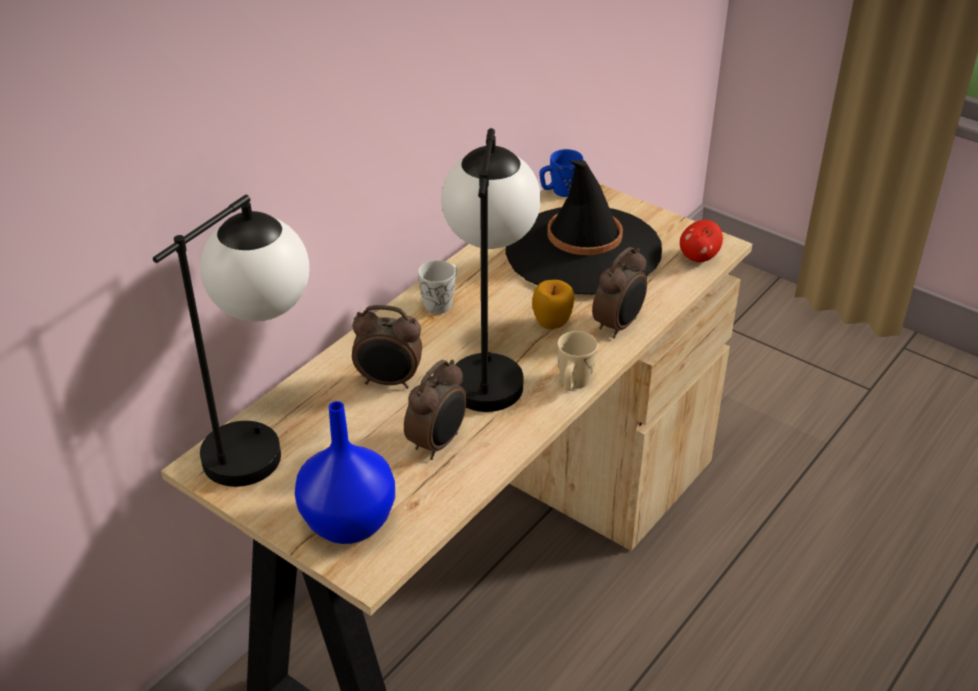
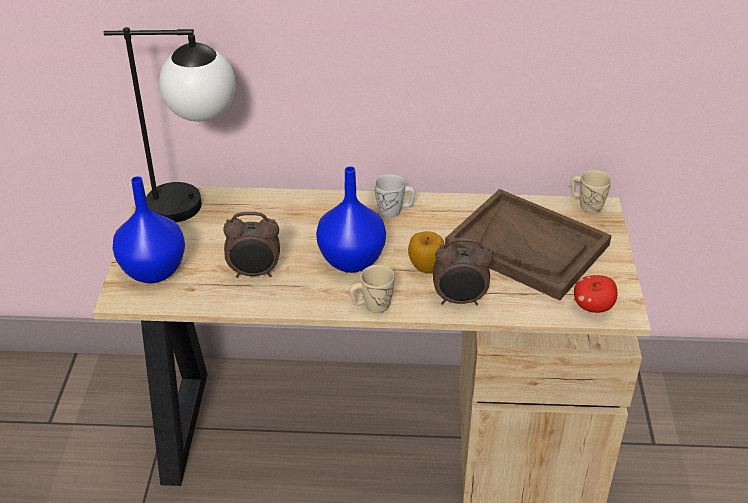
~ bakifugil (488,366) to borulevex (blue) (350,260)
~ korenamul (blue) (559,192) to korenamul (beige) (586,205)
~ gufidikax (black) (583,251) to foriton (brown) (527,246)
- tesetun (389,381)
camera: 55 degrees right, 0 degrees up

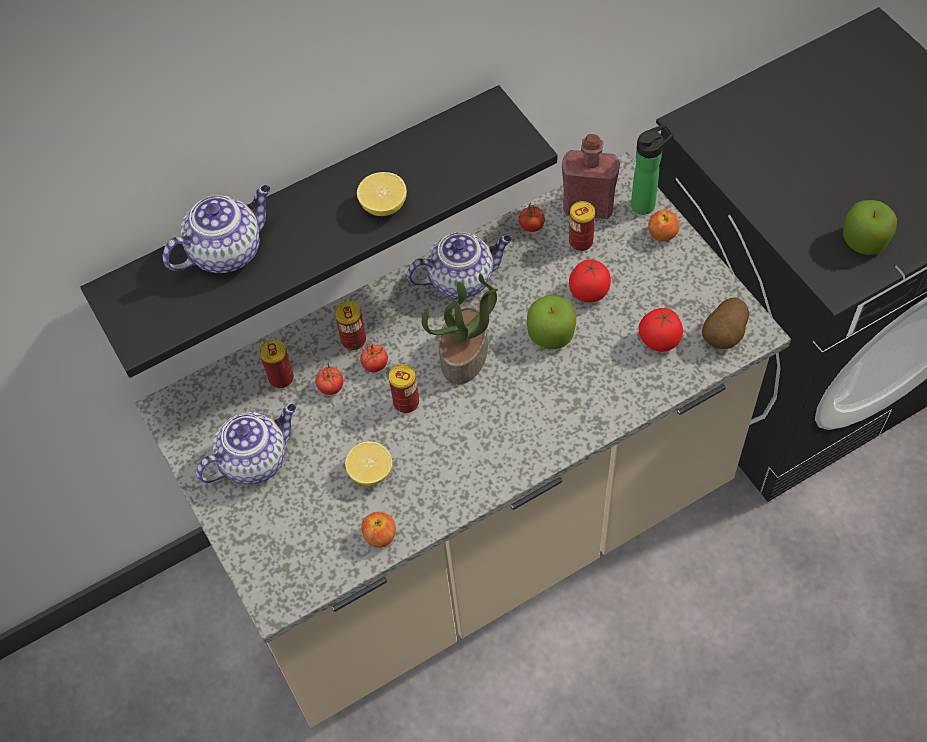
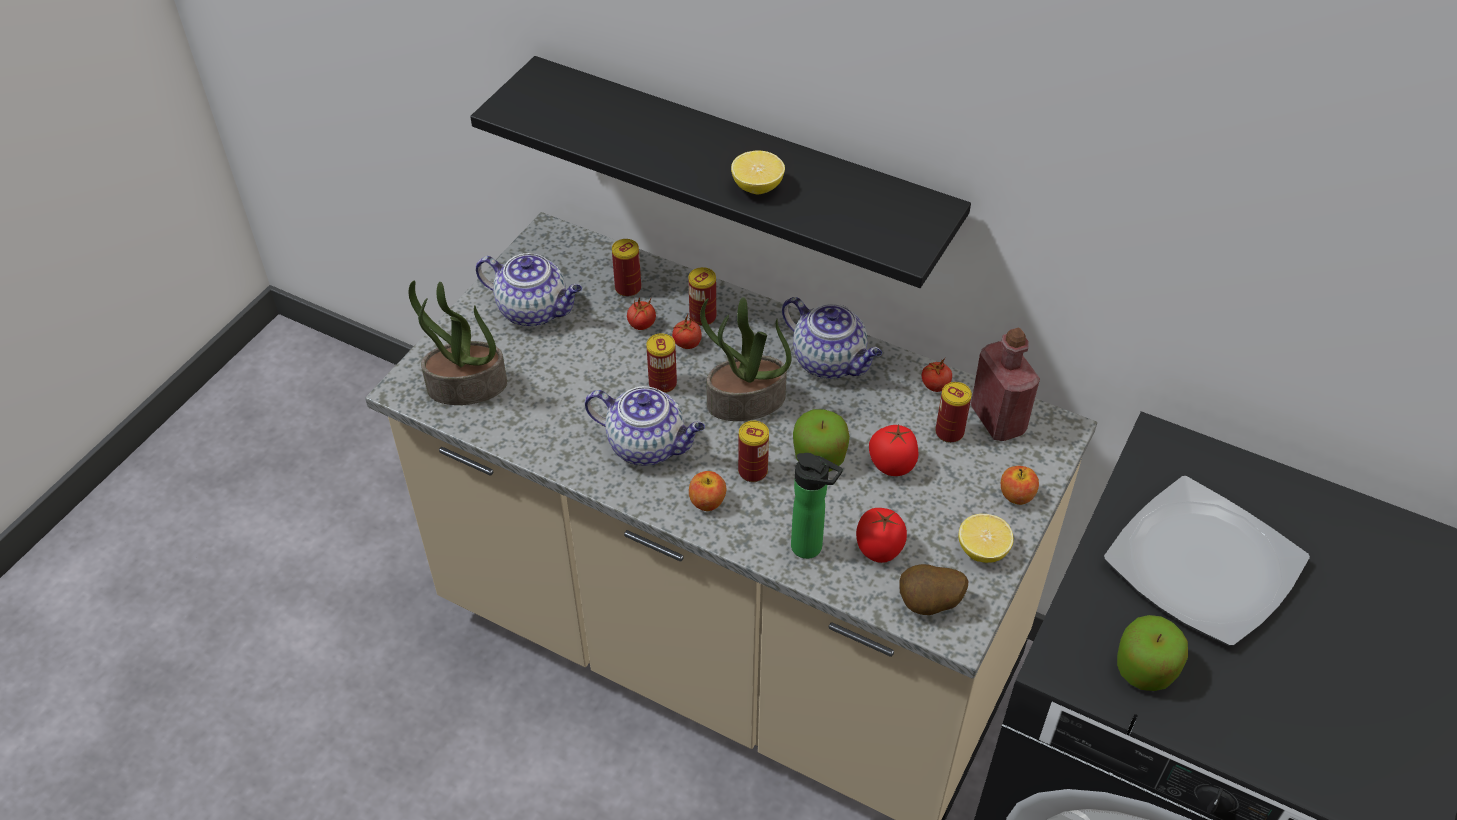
~ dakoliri (646,203) to (811,548)
~ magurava (227,251) to (648,445)
~ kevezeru (370,472) to (982,550)
~ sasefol (380,536) to (707,502)
+ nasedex (466,387)
+ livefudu (753,471)
+ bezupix (1203,566)
camera: 55 degrees right, 10 degrees down

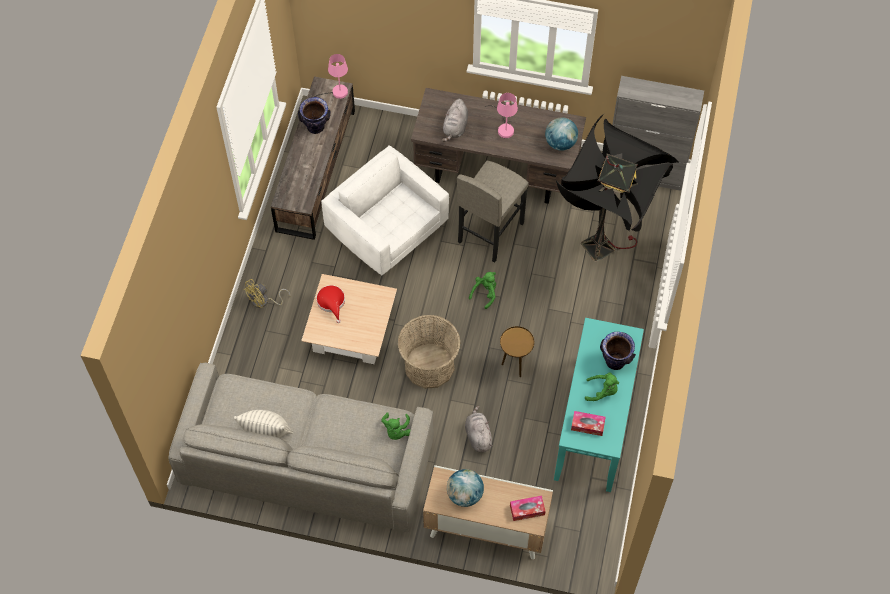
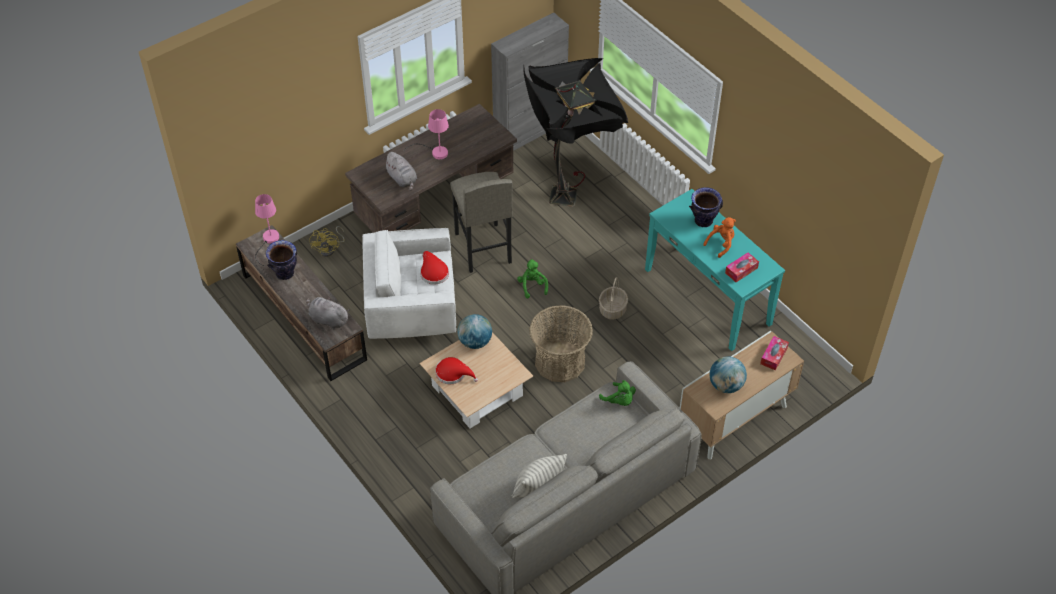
~ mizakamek (560,143) to (475,342)
~ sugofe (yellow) (264,301) to (329,249)
~ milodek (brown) (515,365) to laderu (613,310)
~ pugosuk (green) (602,391) to pugosuk (orange) (721,244)
~ pugosuk (grey) (478,435) to (328,319)
+ gufidikax (red) (433,272)
camera: 50 degrees left, 10 degrees down

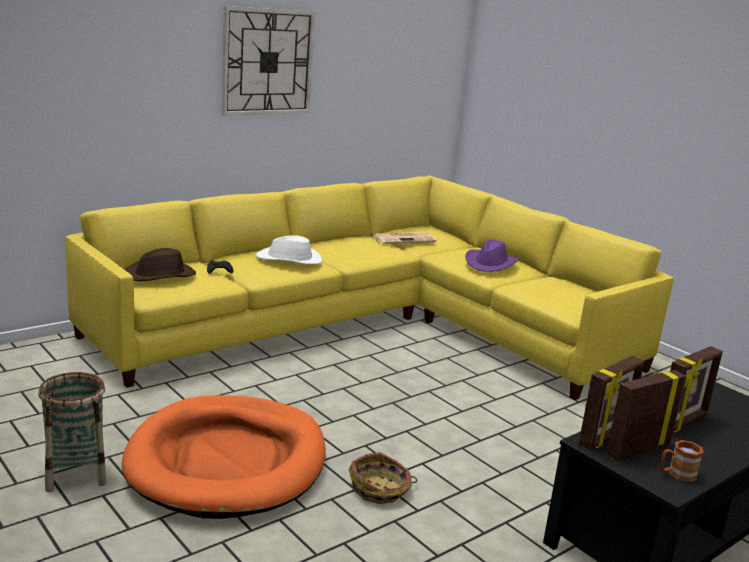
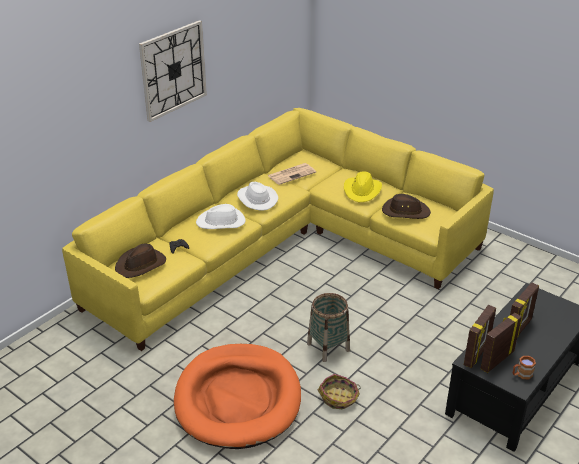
~ gufidikax (purple) (490,264) to gufidikax (yellow) (362,191)
~ laderu (76,473) to (328,347)
+ gufidikax (white) (256,199)
+ gufidikax (brown) (405,211)
camera: 10 degrees left, 15 degrees up

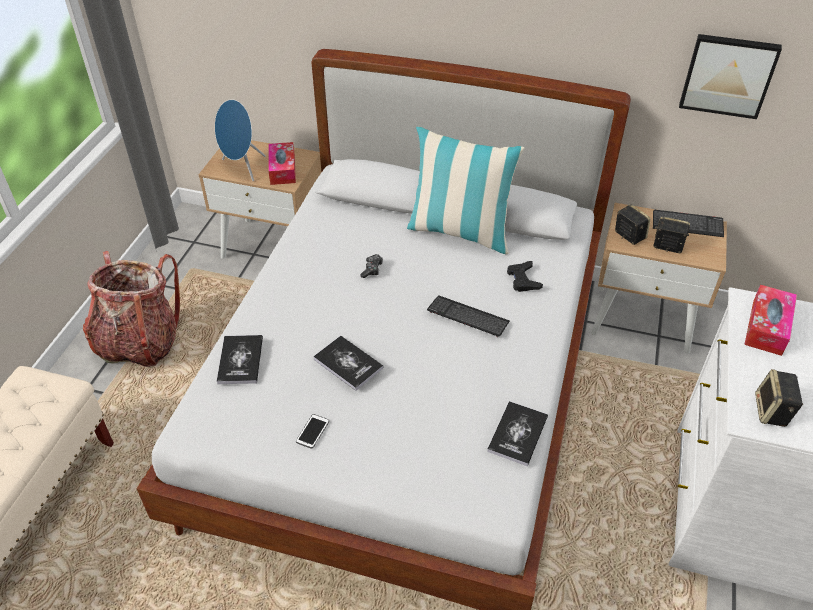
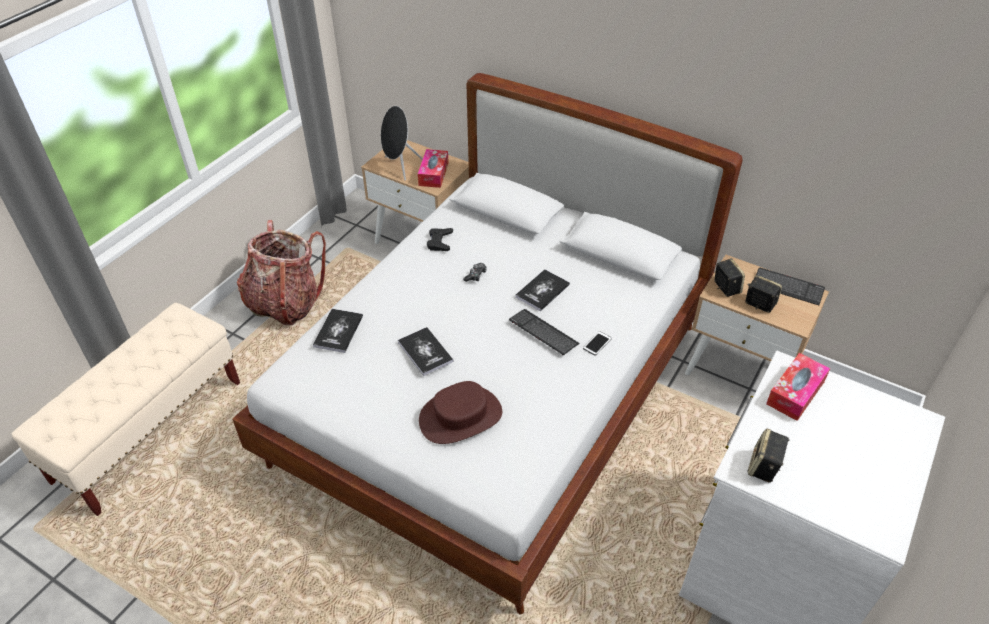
- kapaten (728,75)
~ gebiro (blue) (242,168) to gebiro (black) (400,167)
- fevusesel (460,232)
~ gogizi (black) (523,280) to (439,242)
~ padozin (517,434) to (542,291)
~ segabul (312,431) to (597,344)
+ gufidikax (brown) (460,417)
camera: 15 degrees right, 0 degrees up

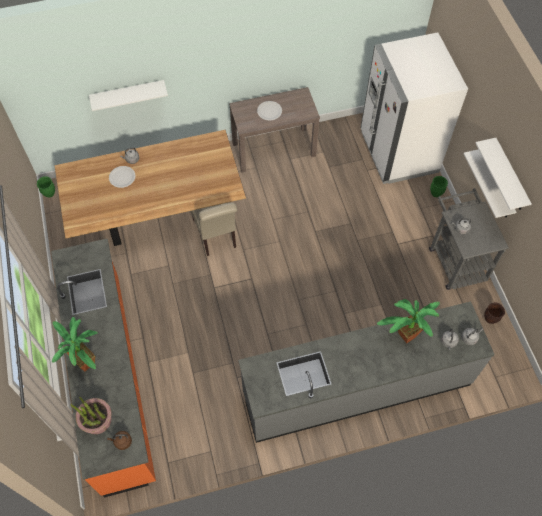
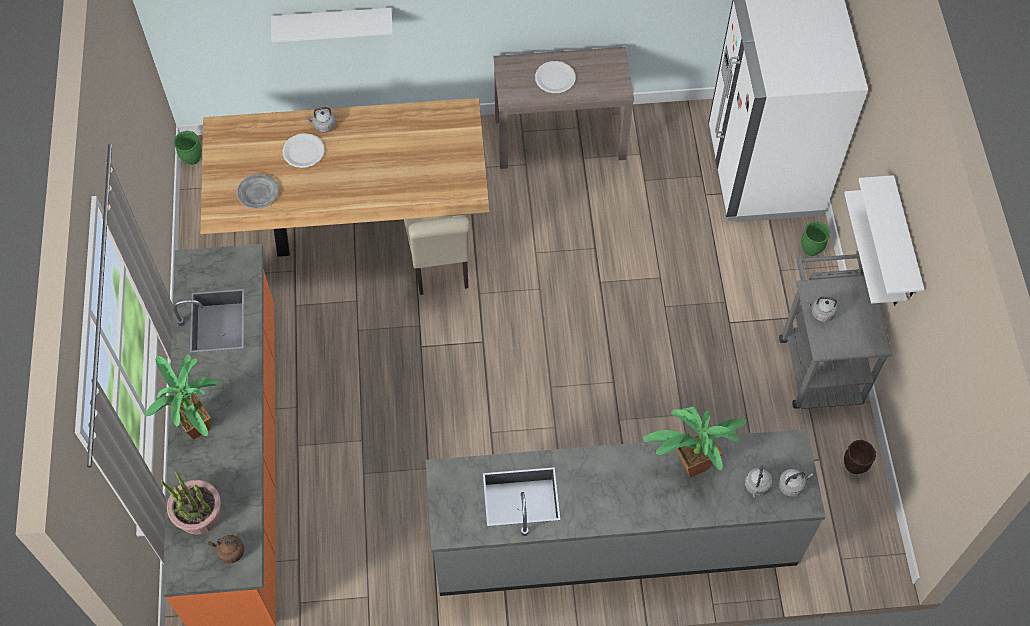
+ bezupix (grey) (258,193)
camera: 10 degrees right, 0 degrees up

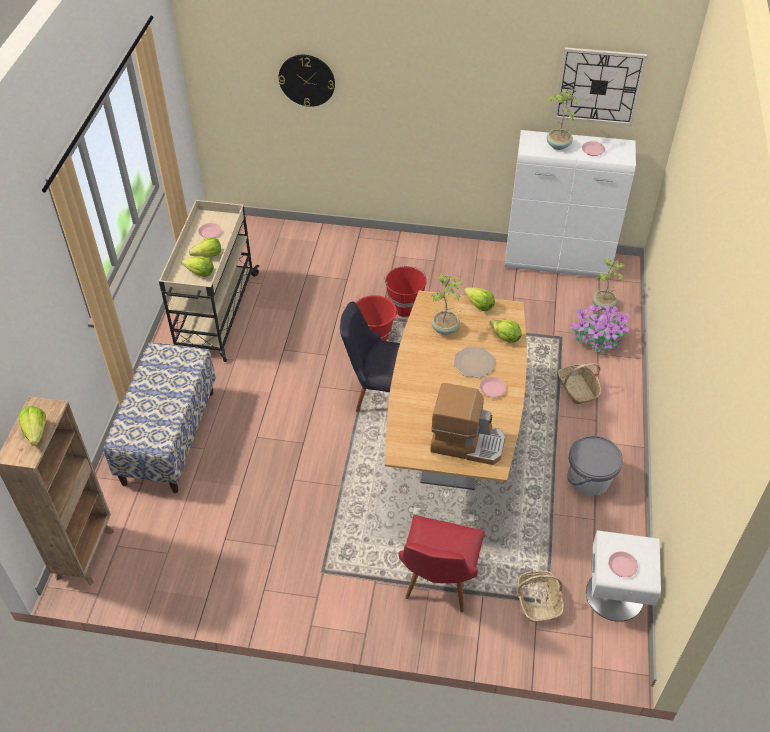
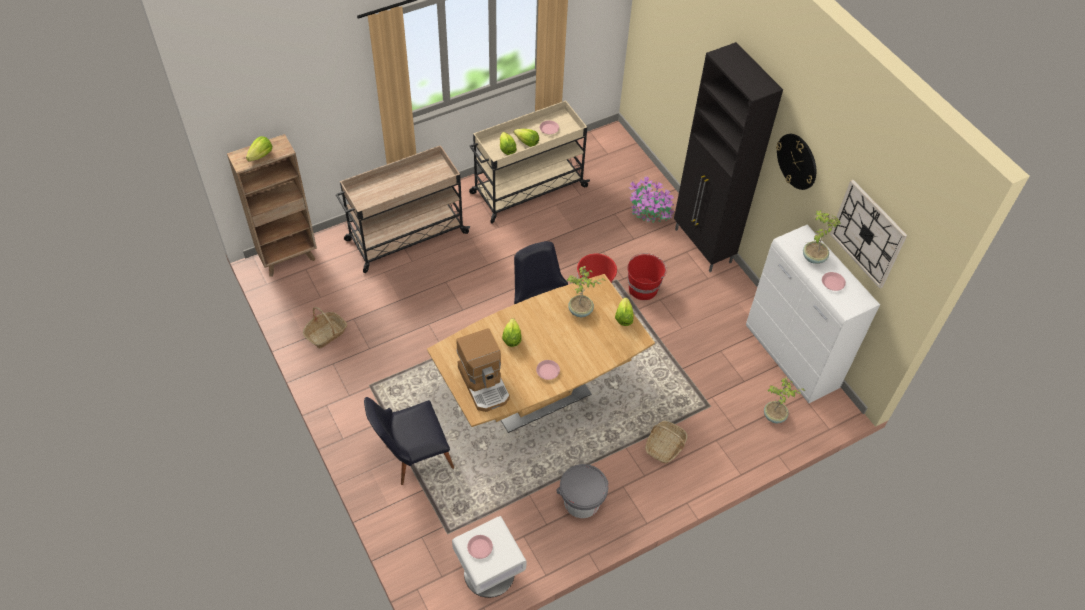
~ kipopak (307,80) to (797,161)
~ nasedex (598,340) to (649,211)
~ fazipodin (505,338) to (511,339)
~ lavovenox (168,436) to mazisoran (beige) (405,237)
- bezupix (473,363)
~ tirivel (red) (438,584) to tirivel (black) (412,457)
~ laderu (538,601) to (326,334)
+ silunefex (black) (703,246)
camera: 50 degrees right, 5 degrees up

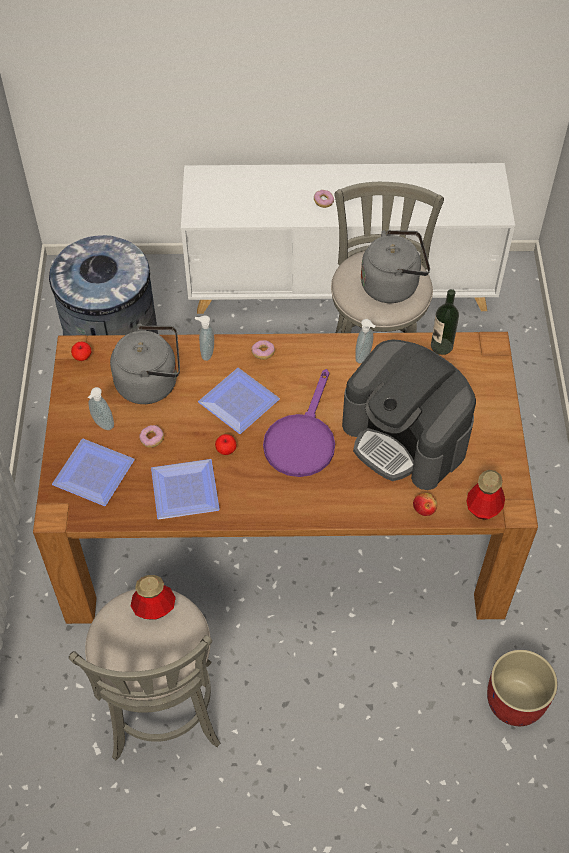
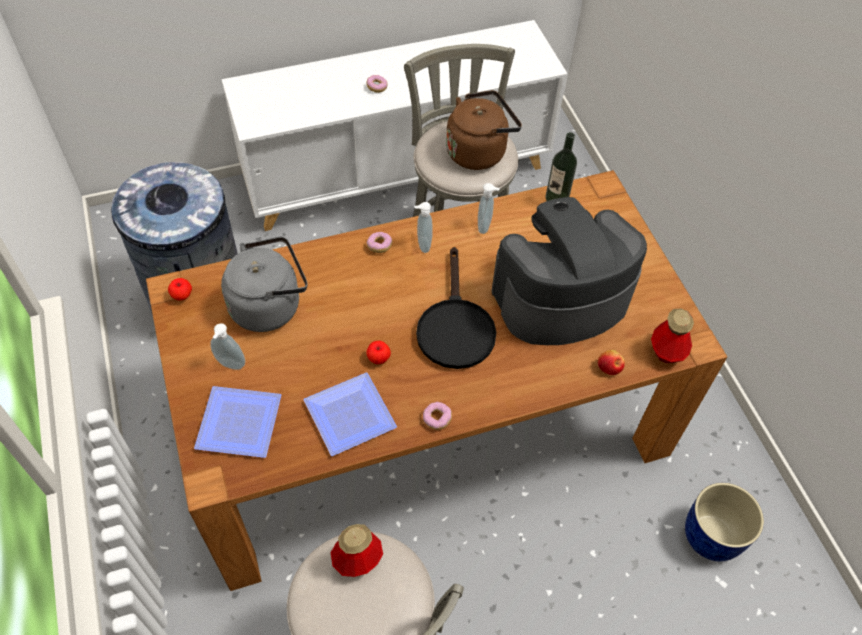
~ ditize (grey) (393,285) to ditize (brown) (479,151)
~ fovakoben (206,353) to (422,245)
~ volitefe (405,437) = (560,298) 135 degrees clockwise
- bezupix (239,405)
~ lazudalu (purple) (301,439) to lazudalu (black) (454,326)
~ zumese (152,439) to (437,419)
~ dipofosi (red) (514,701) to dipofosi (blue) (710,535)
camera: 20 degrees left, 0 degrees up

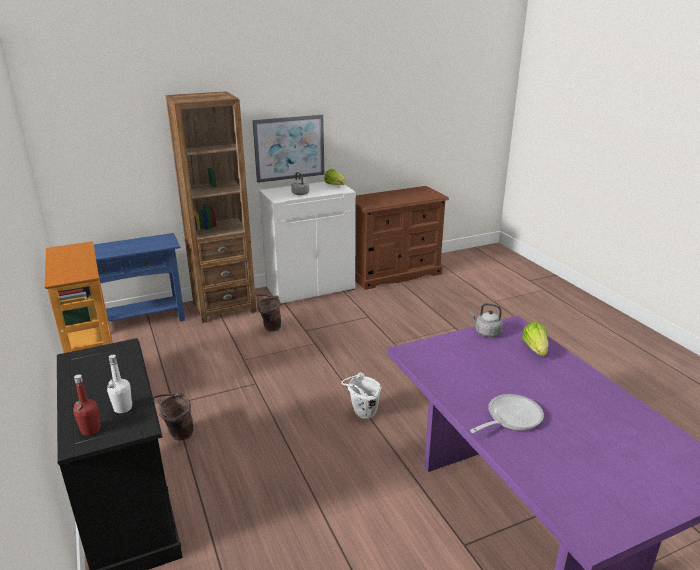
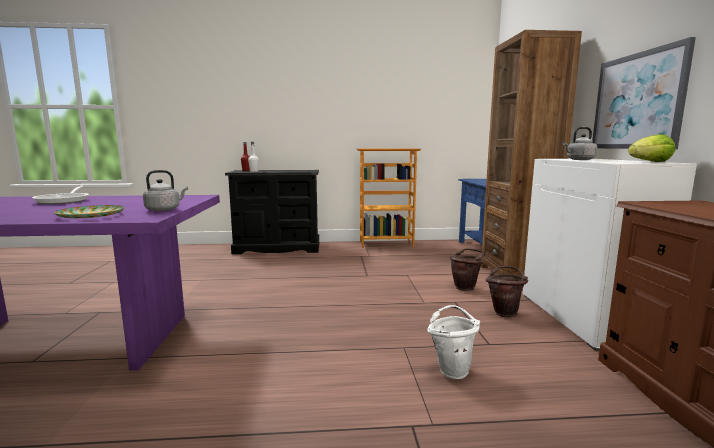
~ fazipodin (535,349) to bezupix (91,215)
~ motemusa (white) (362,414) to (451,369)
~ motemusa (brown) (178,435) to (504,312)
camera: 110 degrees right, 15 degrees down

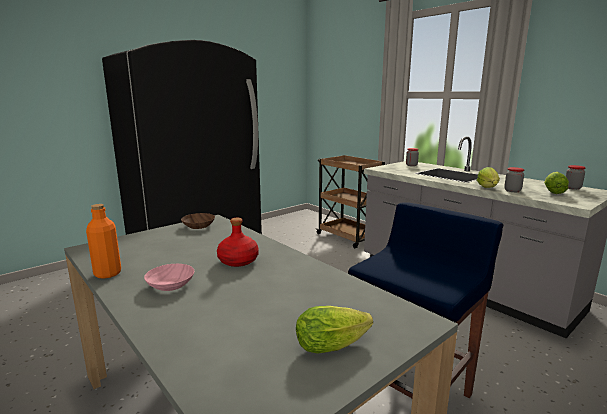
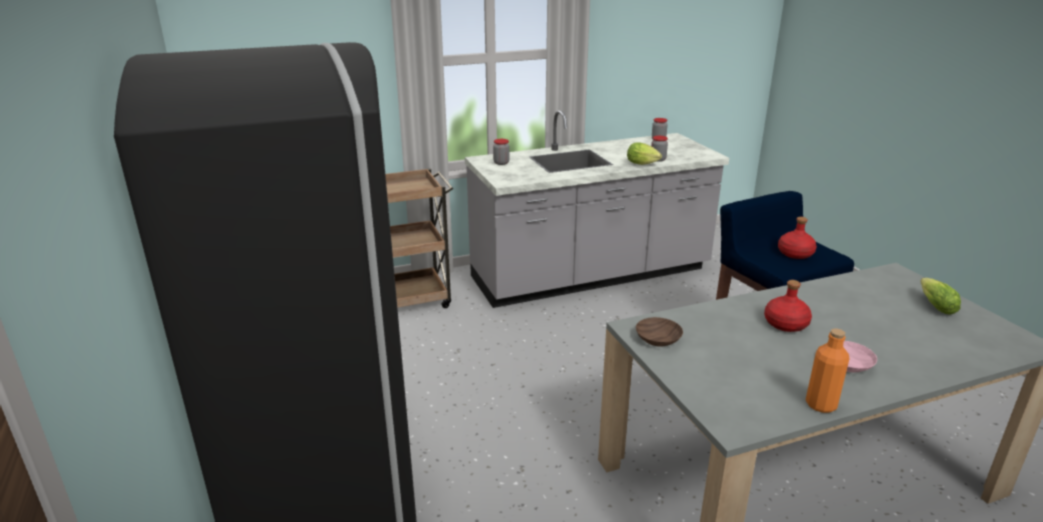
- fazipodin (553,192)
+ dakoliri (red) (794,253)
camera: 70 degrees left, 10 degrees up

